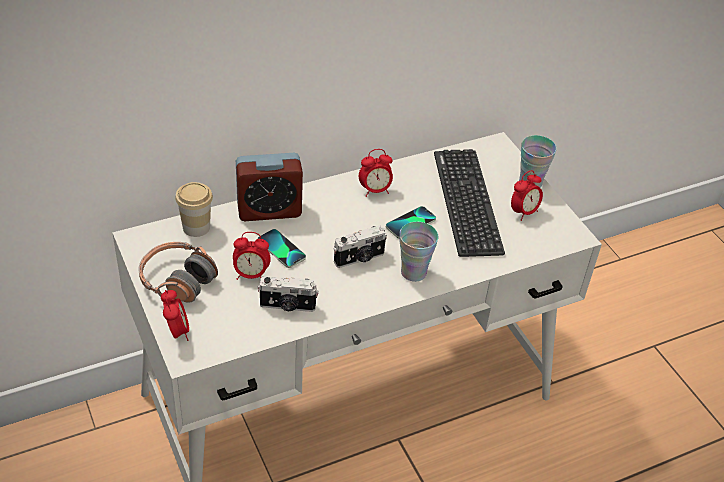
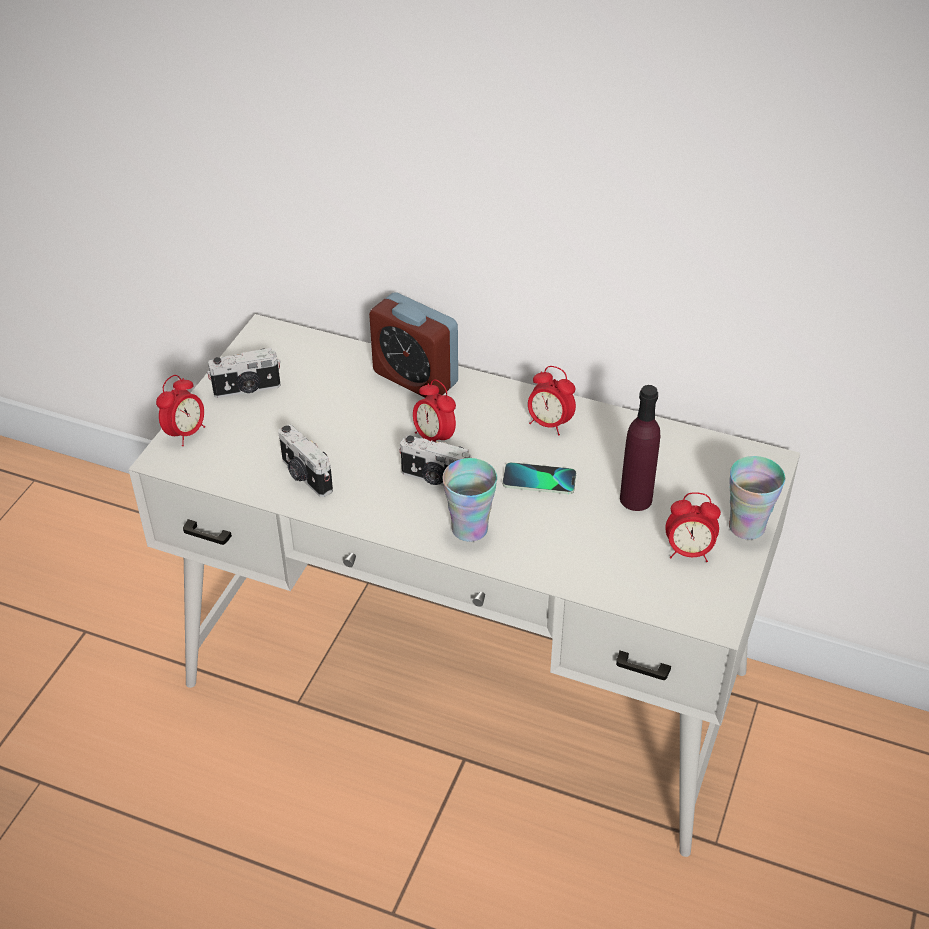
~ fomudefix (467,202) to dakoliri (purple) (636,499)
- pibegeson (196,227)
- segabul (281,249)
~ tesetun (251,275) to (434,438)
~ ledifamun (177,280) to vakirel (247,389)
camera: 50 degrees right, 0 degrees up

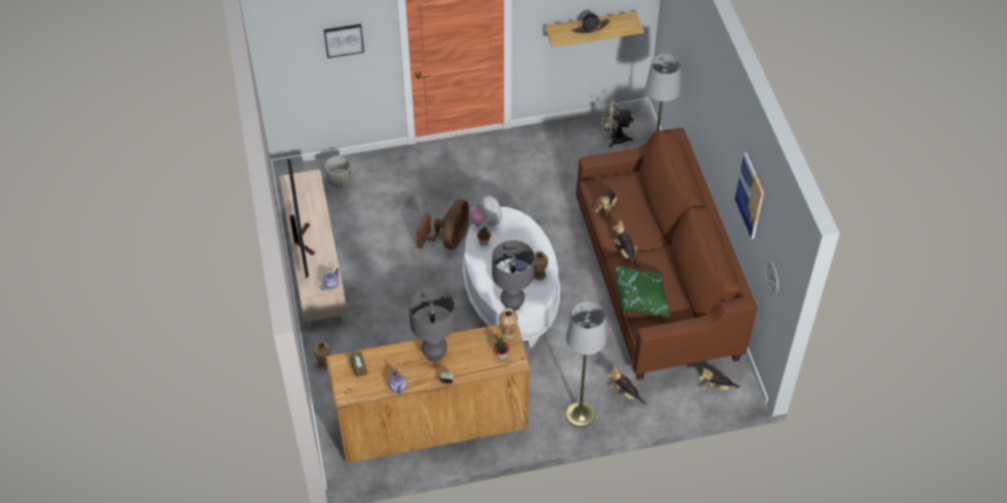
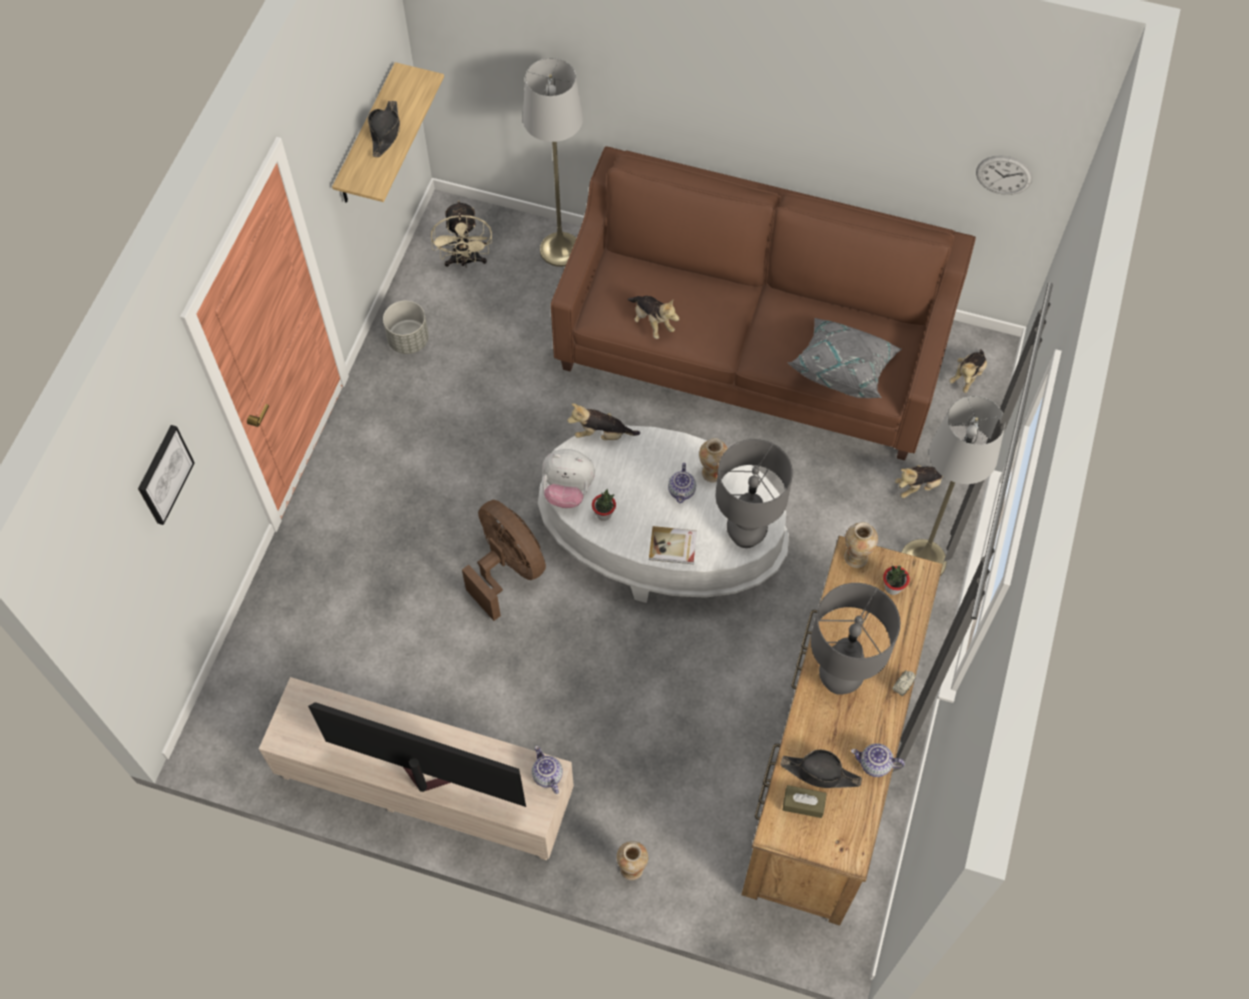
~ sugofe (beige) (613,138) = (465,261) 45 degrees counterclockwise
- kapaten (750,195)
~ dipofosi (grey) (339,180) to (408,340)
~ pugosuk (625,252) to (602,434)
~ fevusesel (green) (641,299) to fevusesel (grey) (843,368)
+ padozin (673,546)
+ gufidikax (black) (820,773)
camera: 60 degrees left, 10 degrees up

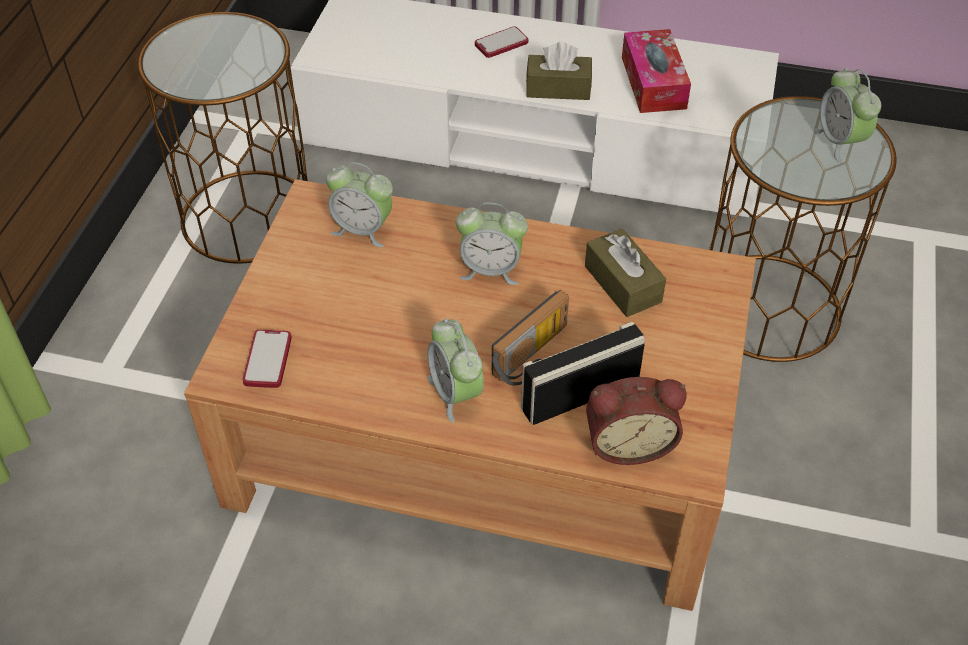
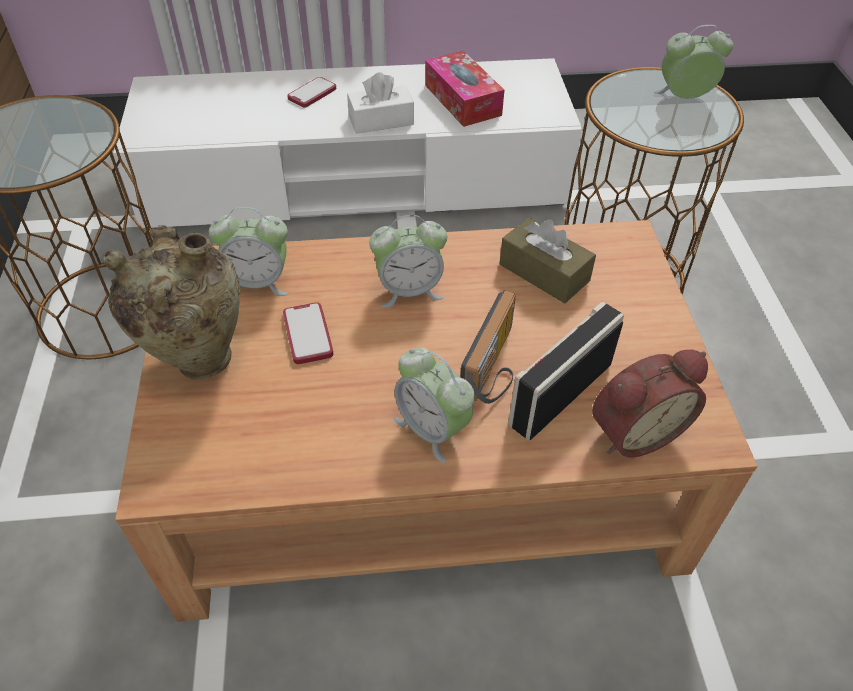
~ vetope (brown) (558,88) to vetope (white) (381,120)
~ tesetun (839,141) = (683,98) 120 degrees clockwise
~ segabul (268,360) to (308,334)
+ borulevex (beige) (197,358)
camera: 20 degrees left, 0 degrees up

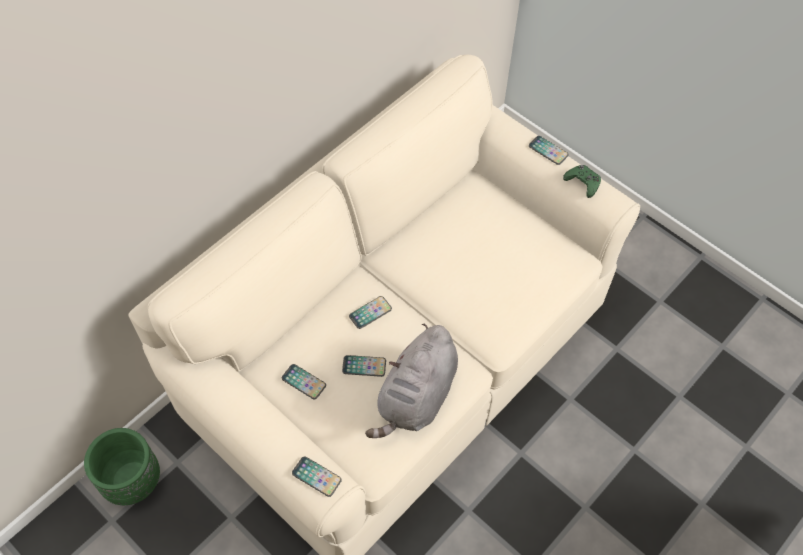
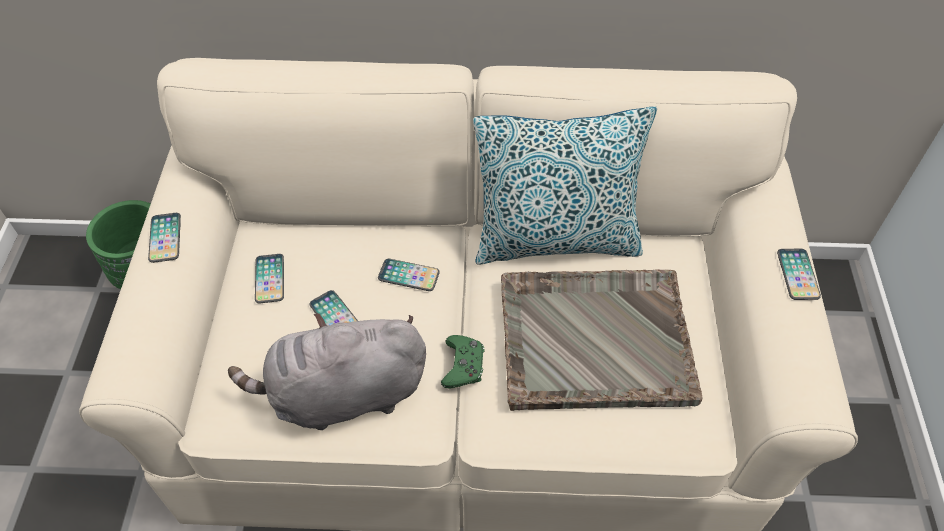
~ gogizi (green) (583,183) to (463,365)
~ segabul (316,476) to (165,238)
+ fevusesel (556,240)
+ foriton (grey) (593,340)
camera: 50 degrees right, 5 degrees down

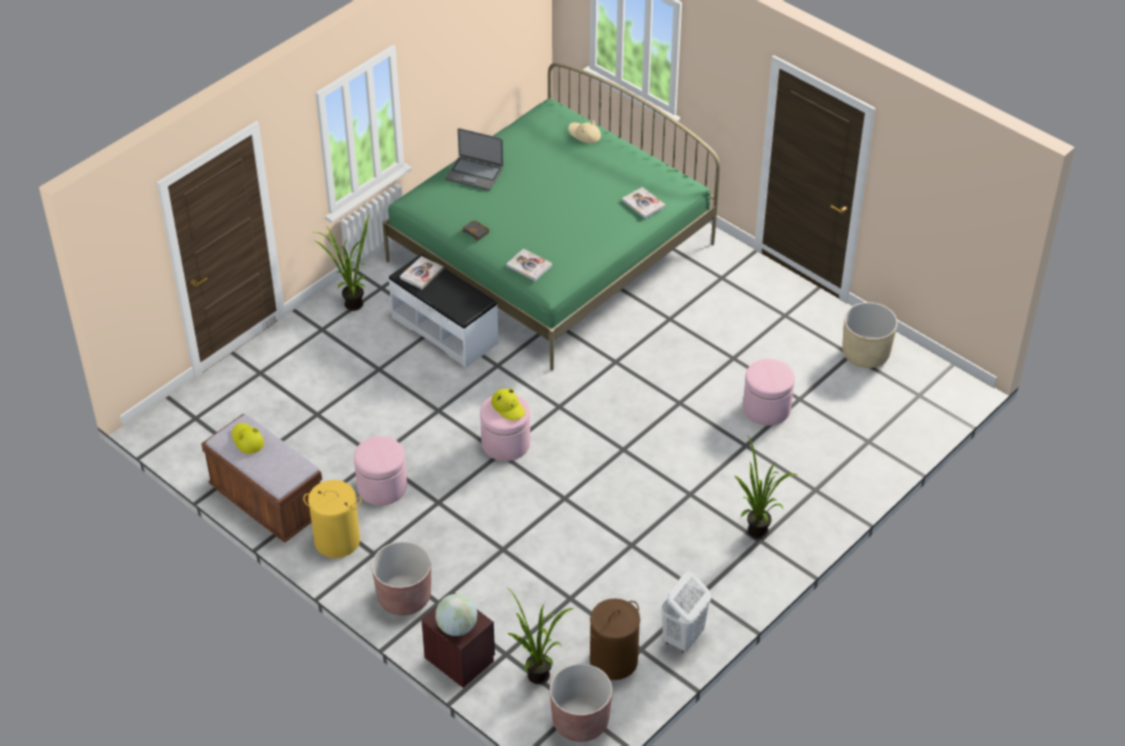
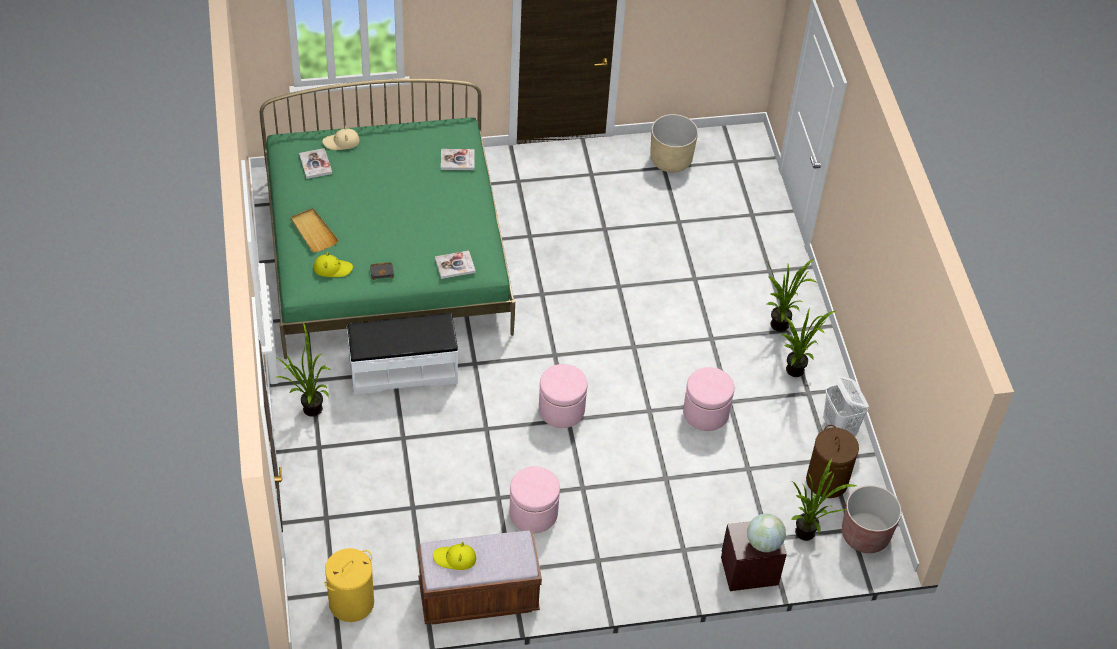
~ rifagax (474,174) to foriton (beige) (313,232)
~ padozin (421,274) to (315,164)
~ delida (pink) (766,408) to (706,413)
~ gufidikax (yellow) (508,407) to (332,268)
~ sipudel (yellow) (337,541) to (351,602)
- dipofosi (brown) (404,597)
+ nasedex (794,374)
camera: 55 degrees left, 5 degrees up

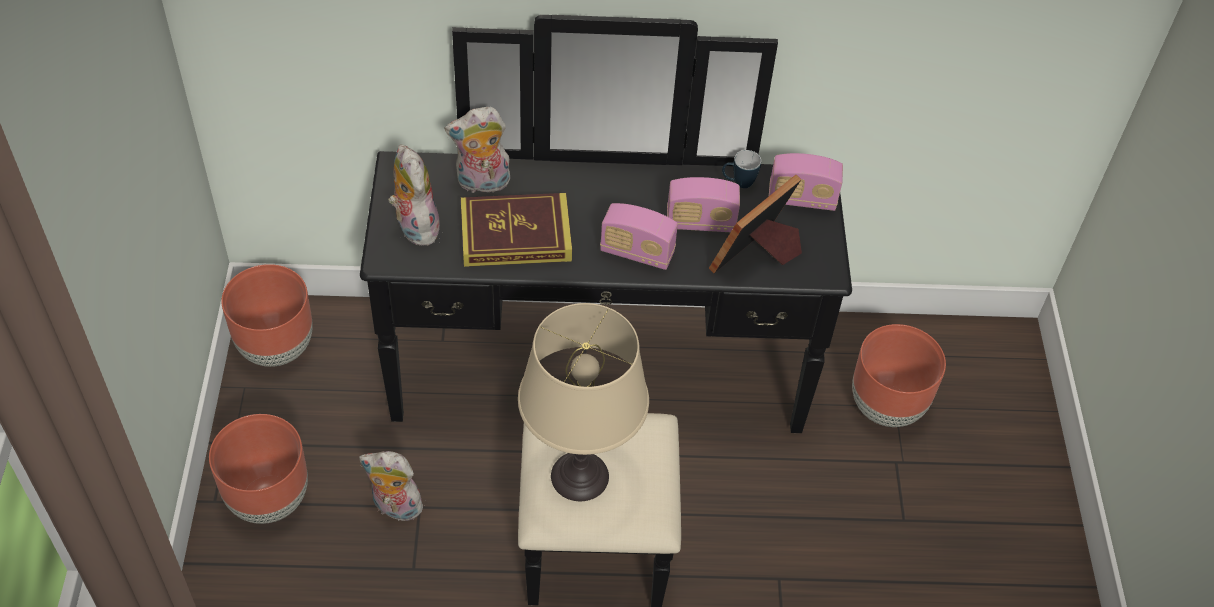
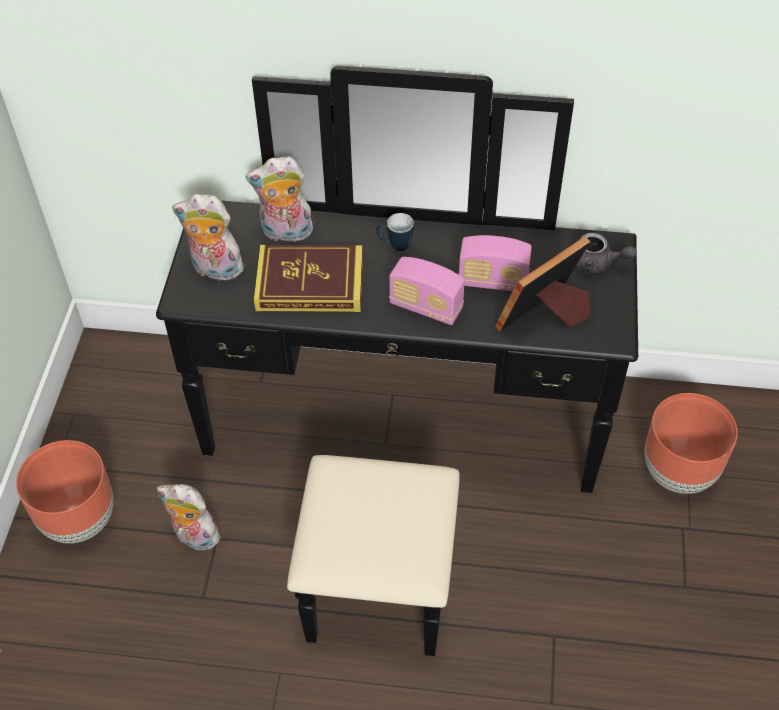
~ pugosuk (414,226) = (214,270) 60 degrees counterclockwise
~ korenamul (738,183) to (395,246)
~ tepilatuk (801,199) to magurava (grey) (596,263)
- dipofosi (brown) (276,348)
- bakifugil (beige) (580,476)
camera: 10 degrees right, 0 degrees up

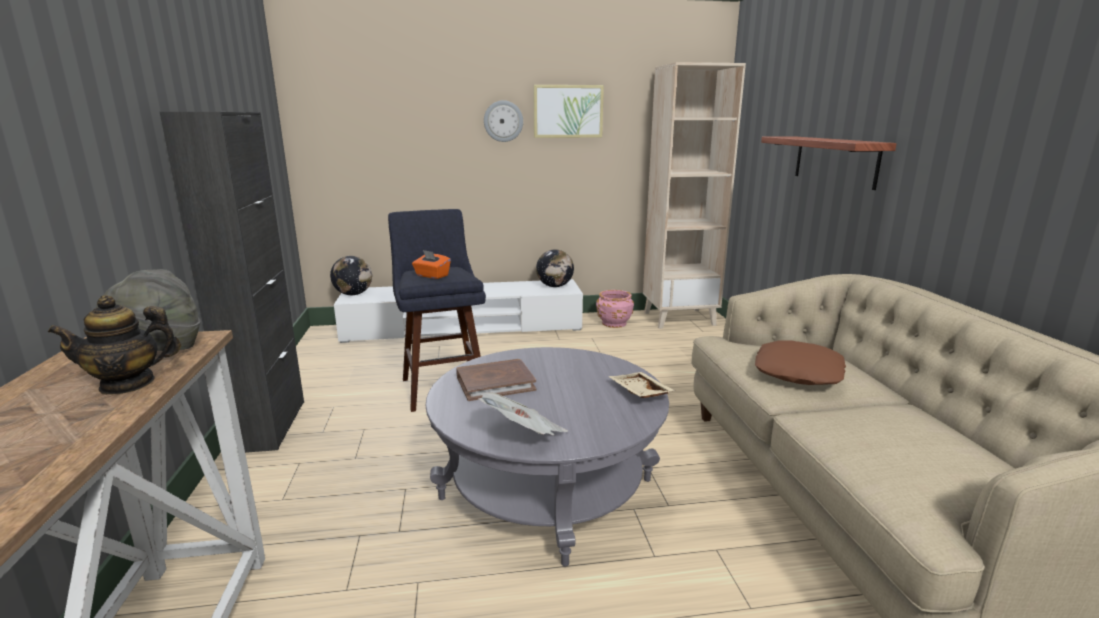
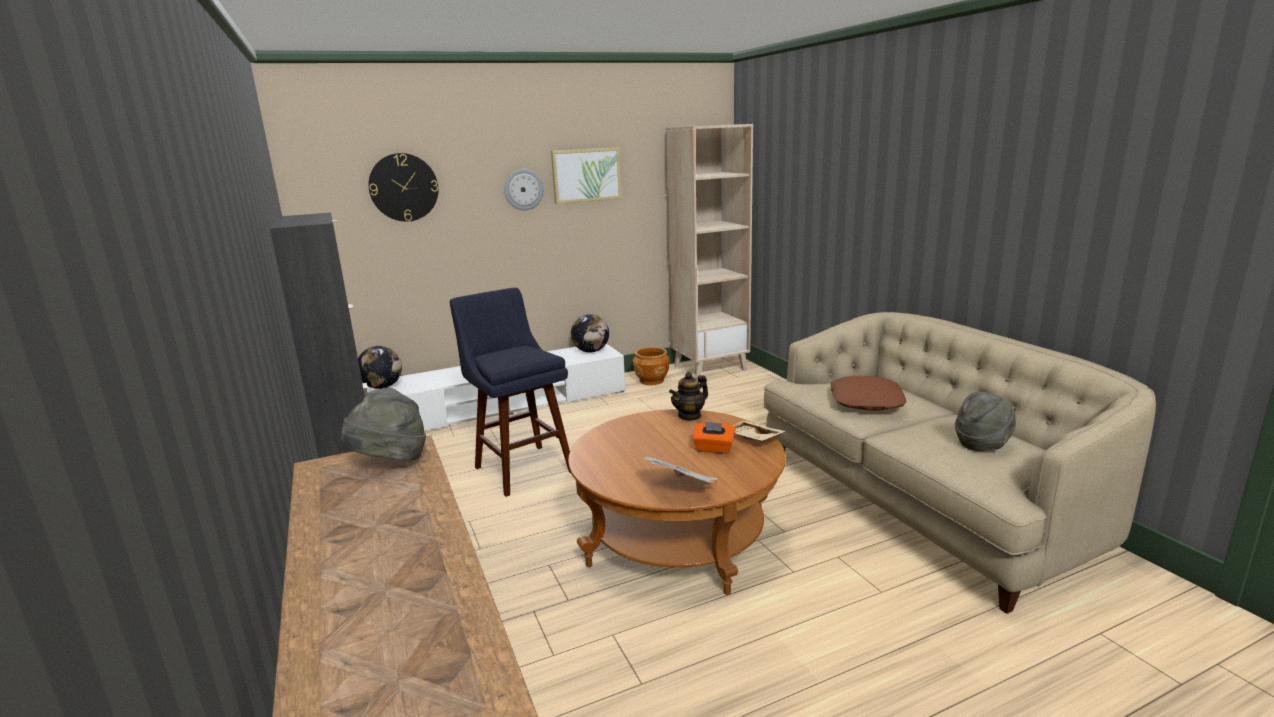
- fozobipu (835,160)
~ vetope (orange) (432,276) to (714,449)
~ dipofosi (pink) (614,323) to dipofosi (brown) (651,380)
~ magurava (128,384) to (689,416)
~ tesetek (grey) (547,489) to tesetek (brown) (678,539)
- padozin (brown) (495,383)
+ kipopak (403,187)
+ gufidikax (grey) (982,444)
camera: 15 degrees left, 0 degrees up

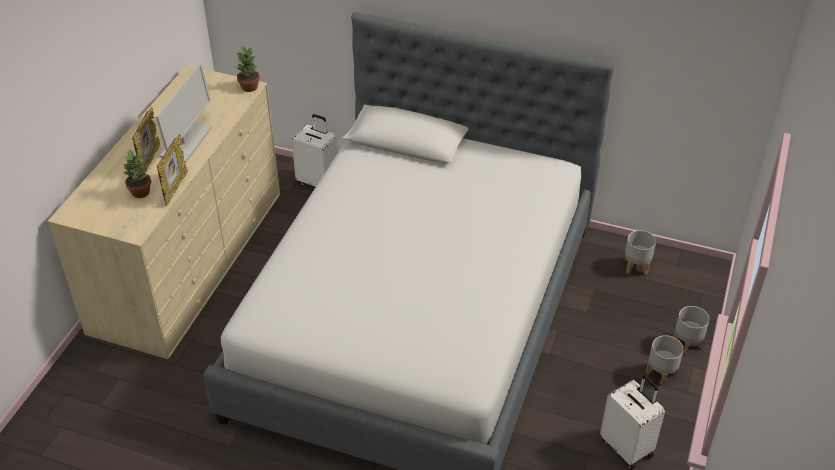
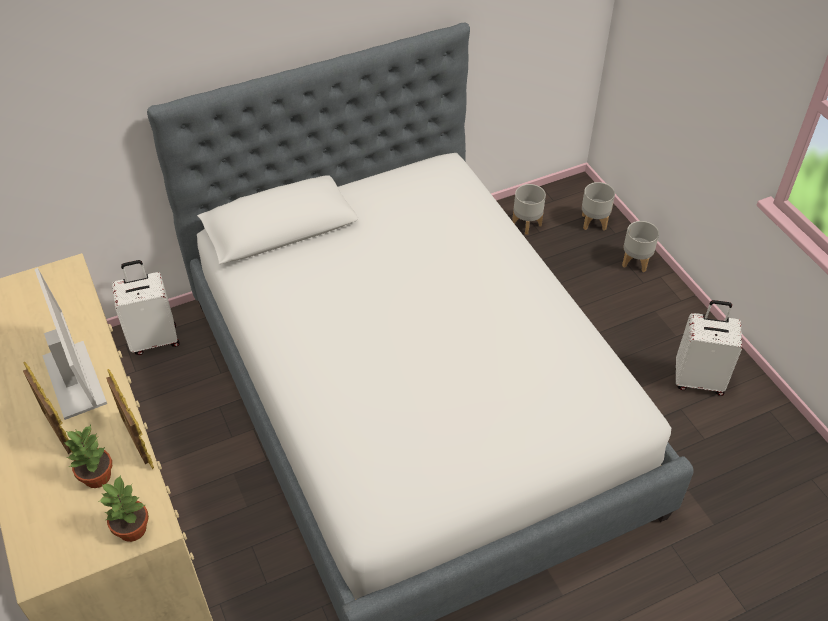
~ nasedex (249,87) to (132,528)
~ dipofosi (grey) (661,374) to (594,222)
camera: 45 degrees left, 5 degrees up

